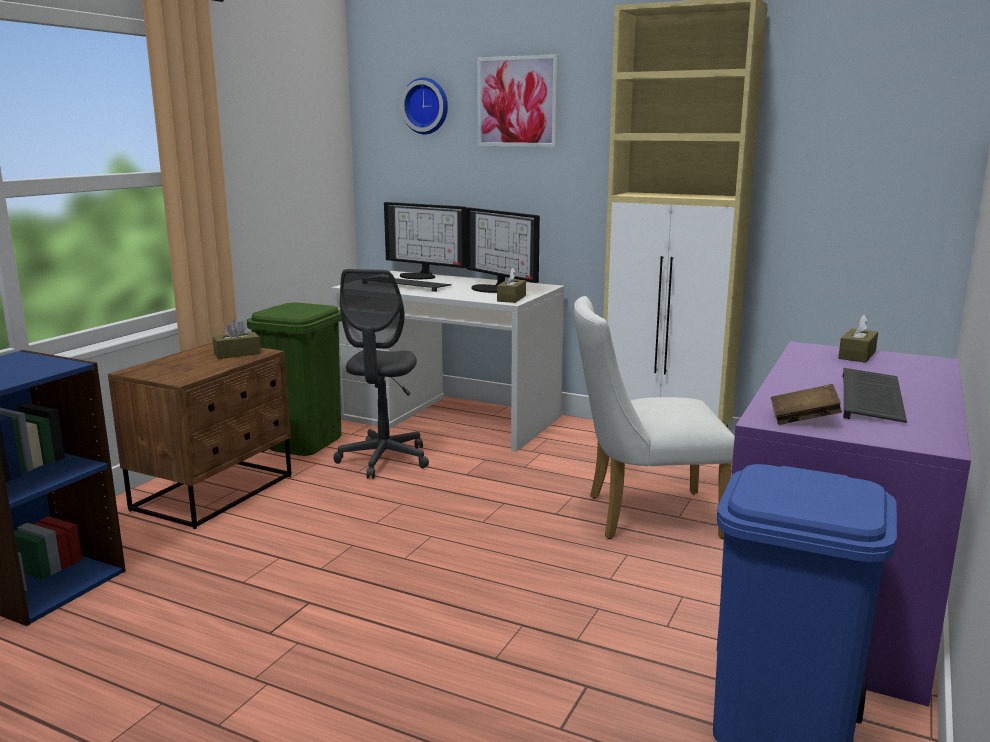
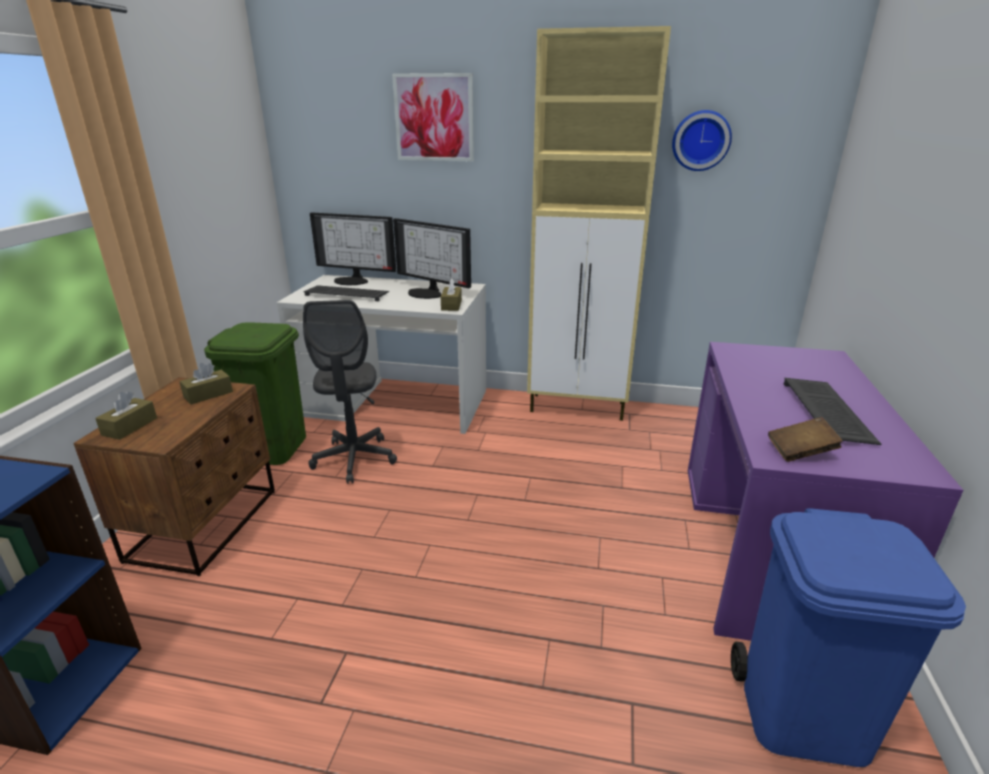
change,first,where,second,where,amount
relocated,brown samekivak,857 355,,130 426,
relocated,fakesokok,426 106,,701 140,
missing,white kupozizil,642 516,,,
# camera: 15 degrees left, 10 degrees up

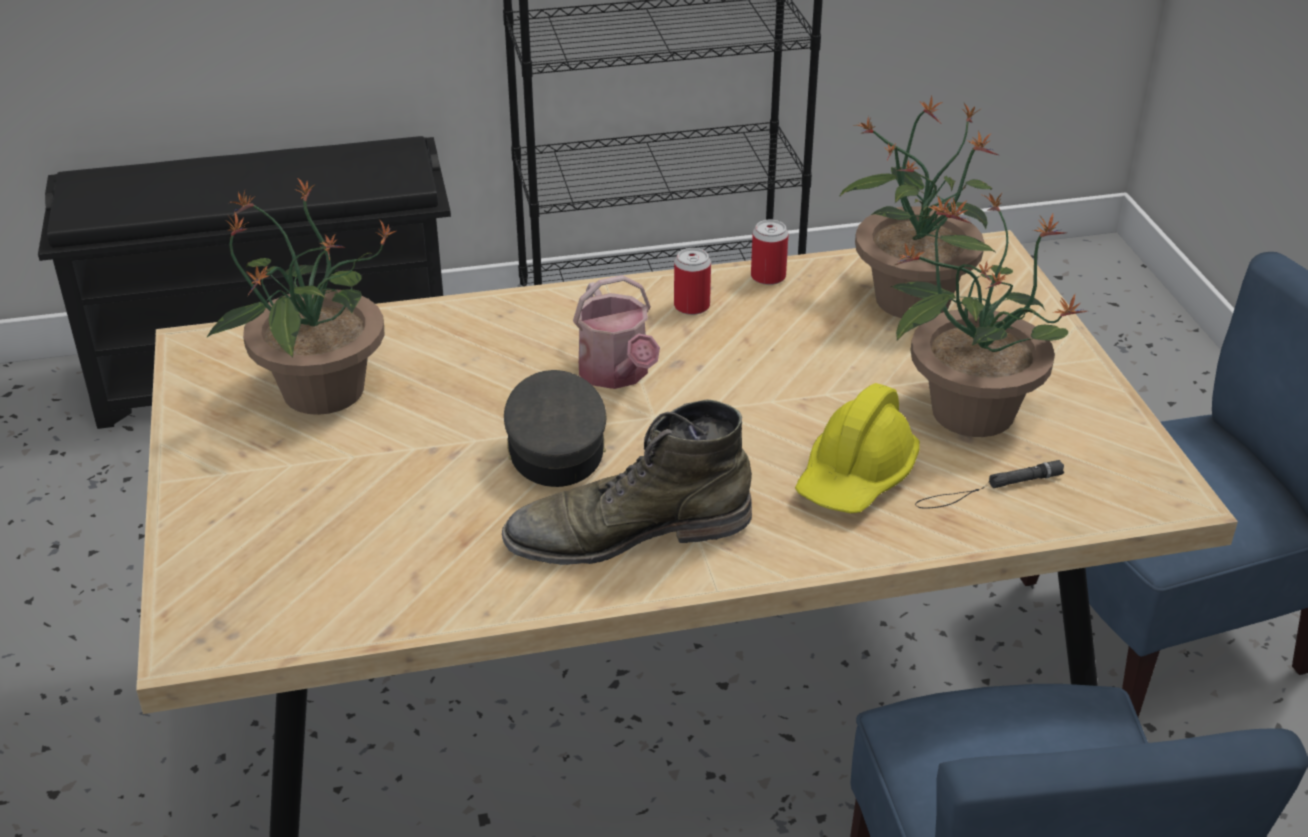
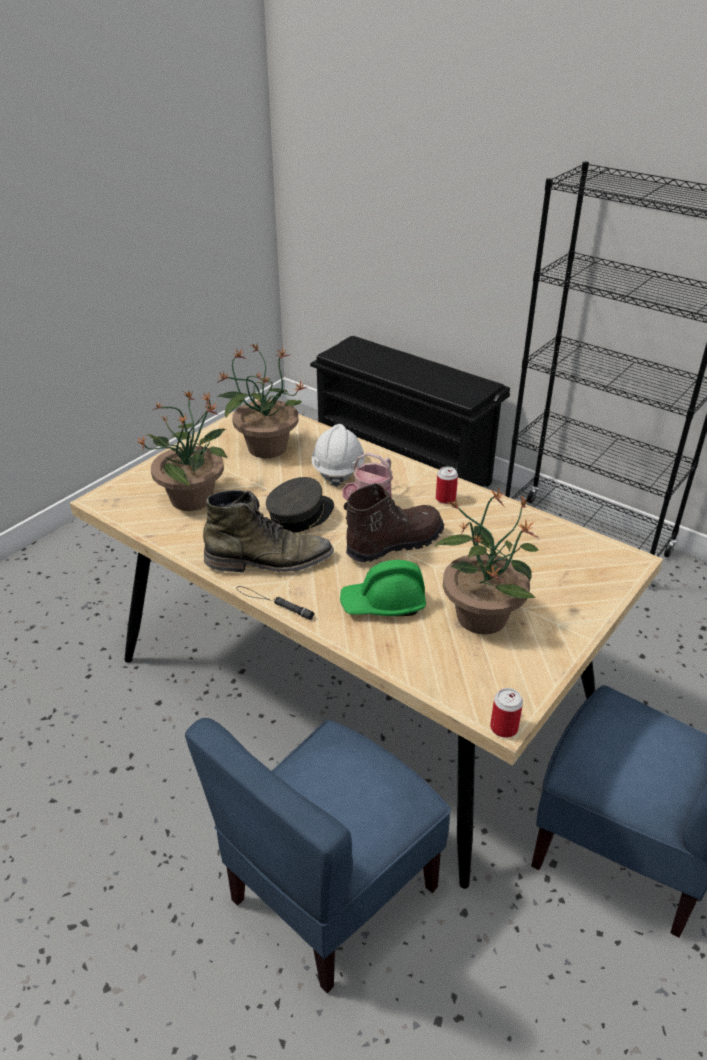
change,first,where,second,where,amount
relocated,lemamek,912 298,,193 498,
spun,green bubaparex,627 531,,269 560,135 degrees clockwise
relocated,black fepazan,988 489,,273 603,
appeared,,,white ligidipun,338 469,
colour,yellow ligidipun,856 476,green ligidipun,383 604,
appeared,,,brown bubaparex,393 543,
relocated,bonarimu,768 277,,504 728,
# camera: 50 degrees right, 0 degrees up

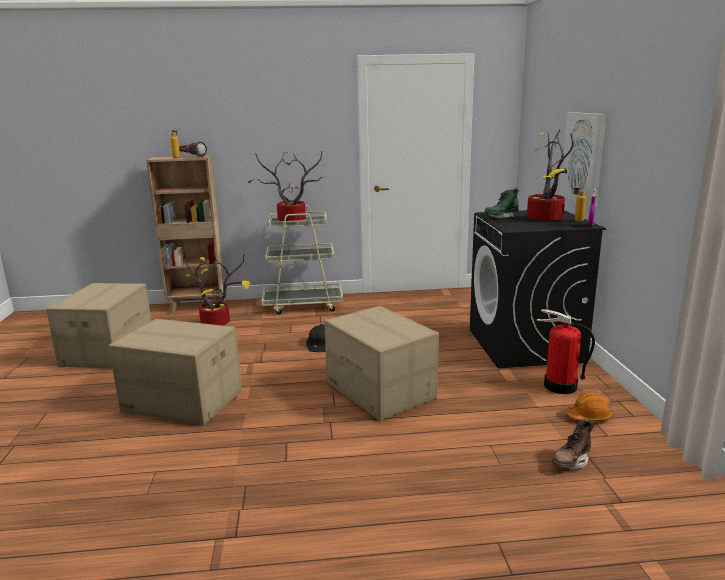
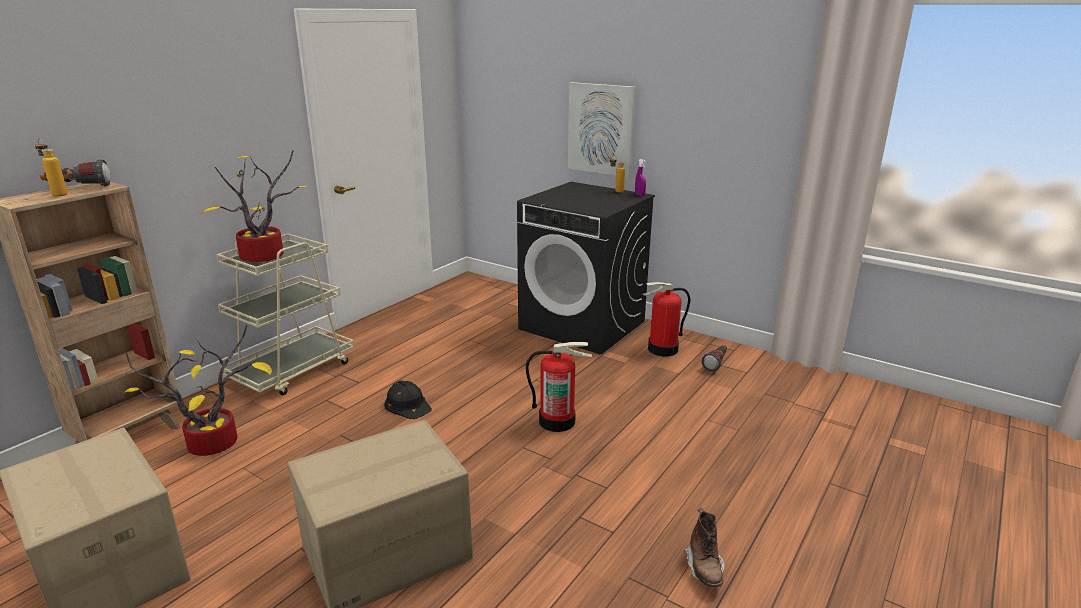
change,first,where,second,where,amount
exchanged,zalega,381 390,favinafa,557 421,
relocated,brown bubaparex,571 462,,704 568,
exchanged,orange ligidipun,589 416,fepazan,716 364,
missing,green bubaparex,501 217,,,
missing,lemamek,547 219,,,
# camera: 50 degrees left, 5 degrees up

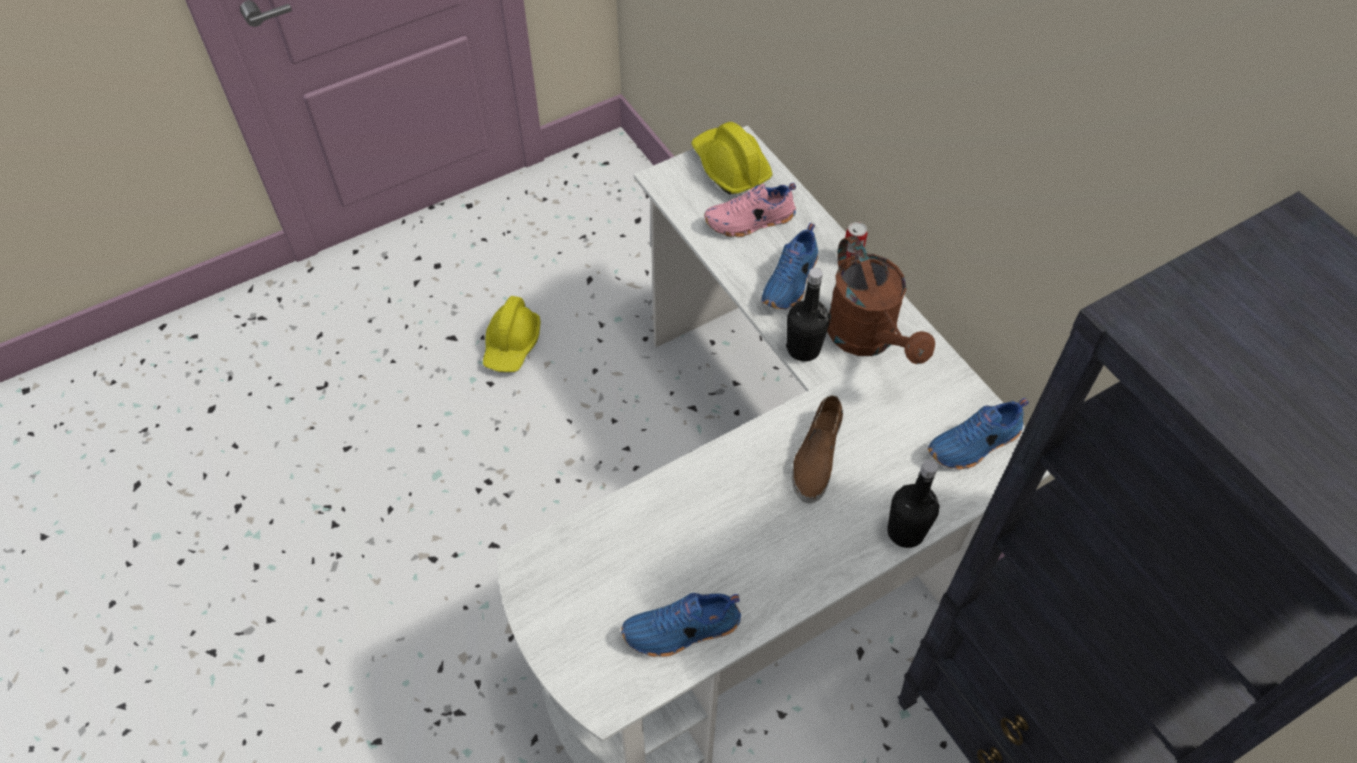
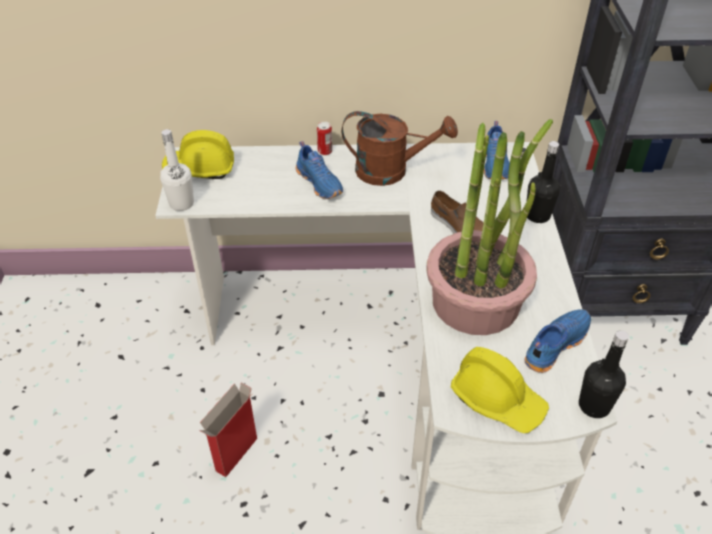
change,first,where,second,where,amount
appeared,,,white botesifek,181 203,
appeared,,,zalega,236 455,
appeared,,,lemamek,476 301,
relocated,yellow ligidipun,512 344,,497 399,
spun,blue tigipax,682 631,,554 344,150 degrees counterclockwise
relocated,black botesifek,803 349,,594 405,
missing,pink tigipax,750 222,,,
# camera: 60 degrees left, 10 degrees down

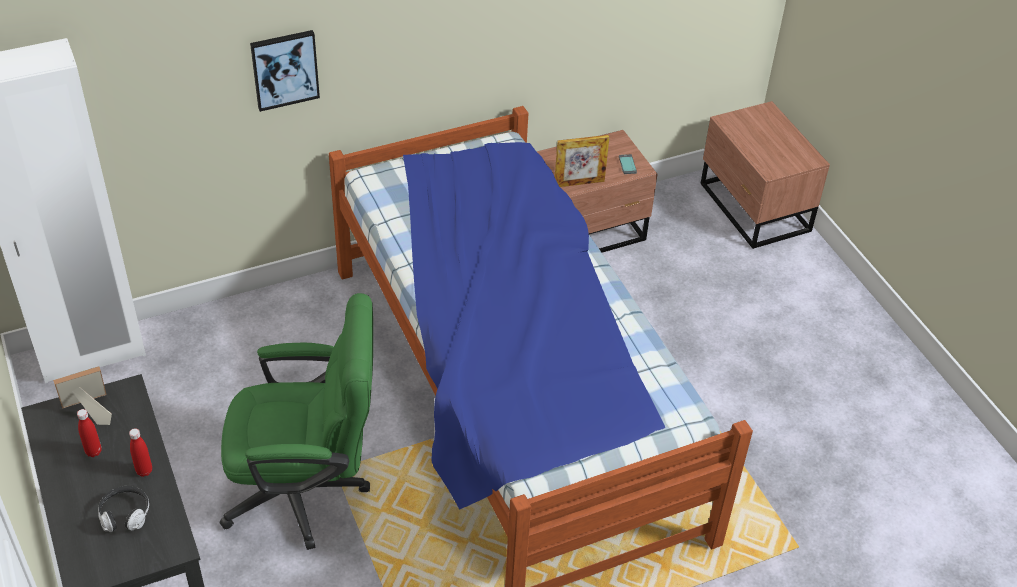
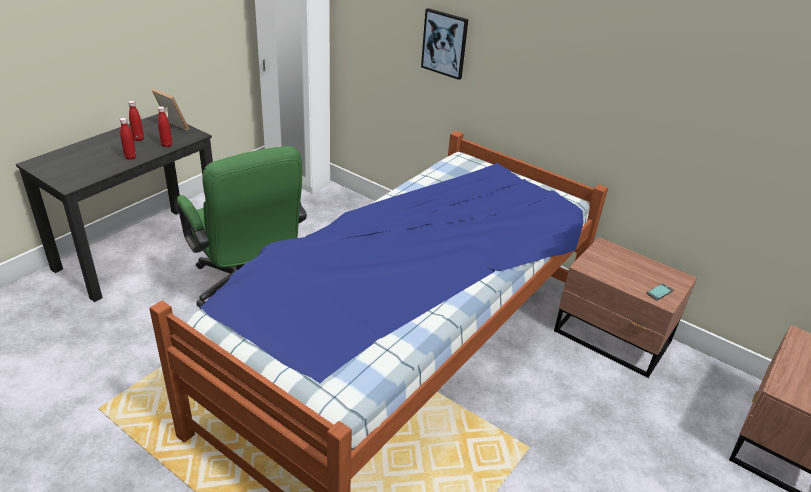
change,first,where,second,where,amount
appeared,,,red botesifek,167 145,
missing,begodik,125 514,,,
missing,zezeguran,579 183,,,
# camera: 60 degrees right, 10 degrees down

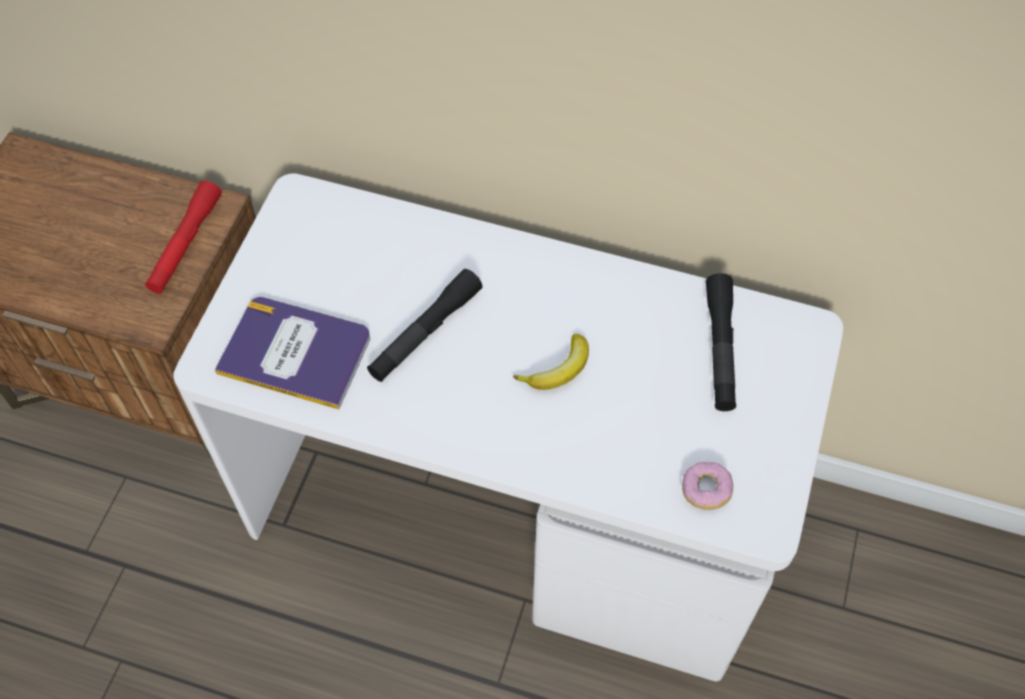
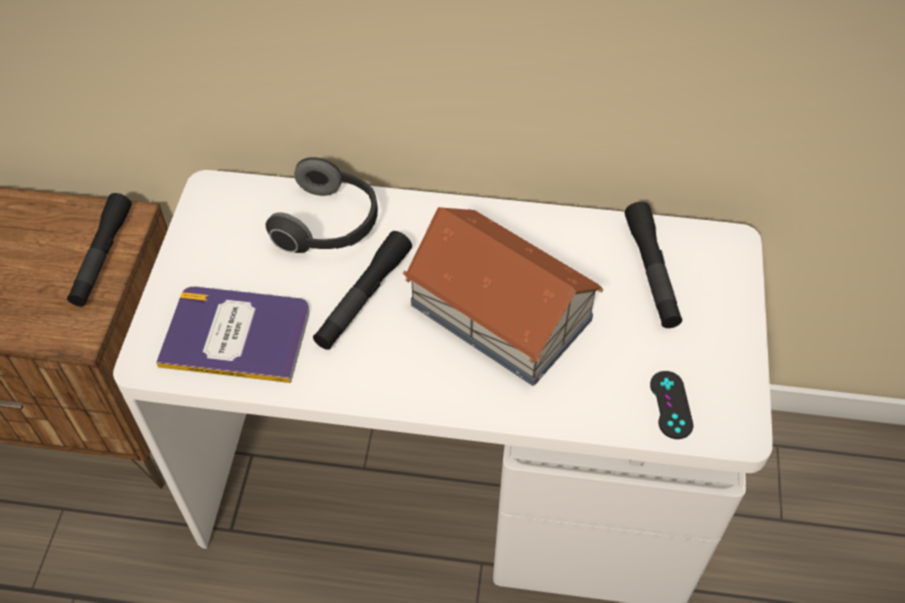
change,first,where,second,where,amount
colour,red fepazan,185 244,black fepazan,102 256,
appeared,,,begodik,329 225,
exchanged,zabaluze,558 370,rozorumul,501 313,
exchanged,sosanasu,705 490,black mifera,671 405,
# camera: 10 degrees left, 5 degrees down

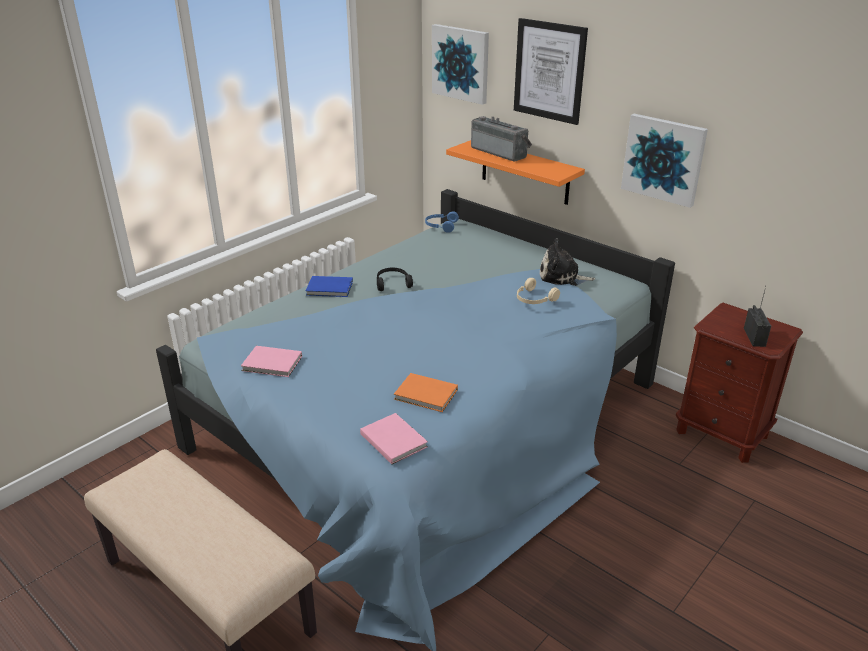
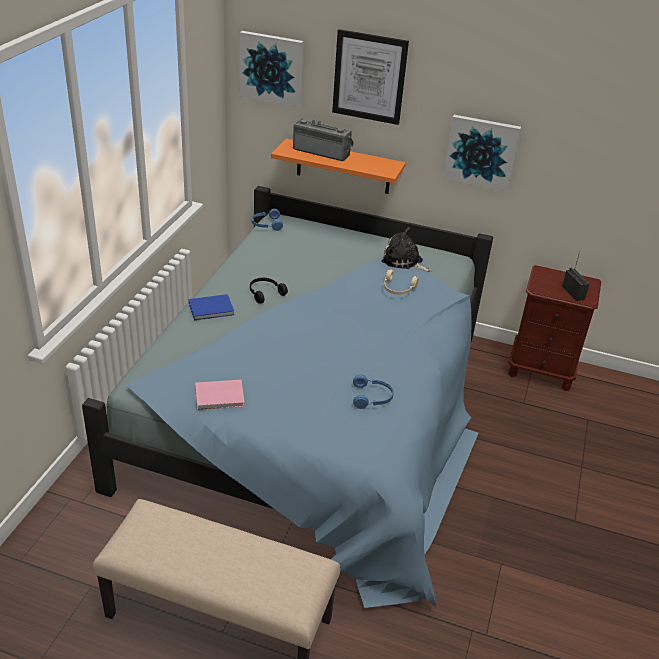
change,first,where,second,where,amount
exchanged,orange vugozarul,427 395,blue begodik,372 397,
spun,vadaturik,562 278,,404 263,45 degrees clockwise
missing,pink vugozarul,393 439,,,
# camera: 25 degrees left, 5 degrees up

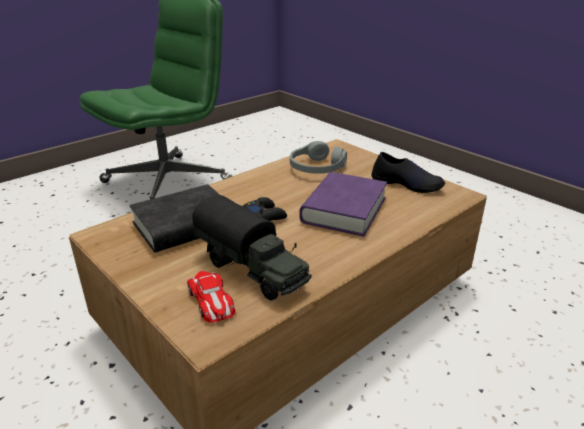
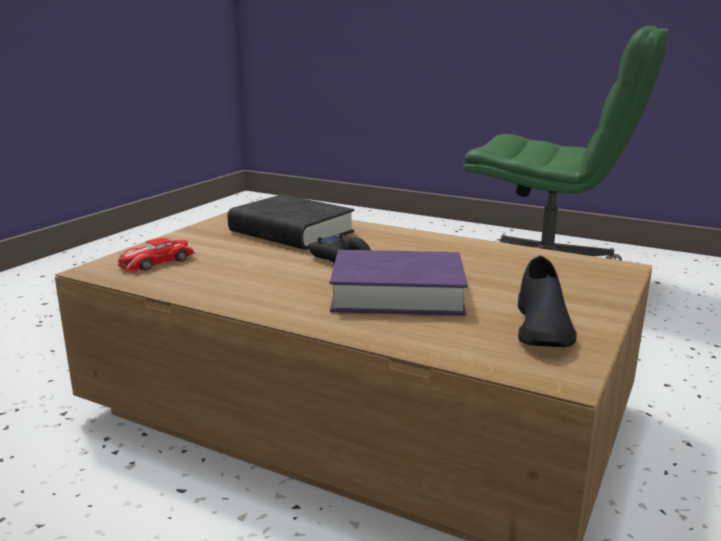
change,first,where,second,where,amount
missing,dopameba,252 269,,,
missing,grey begodik,316 168,,,
# camera: 70 degrees right, 10 degrees down

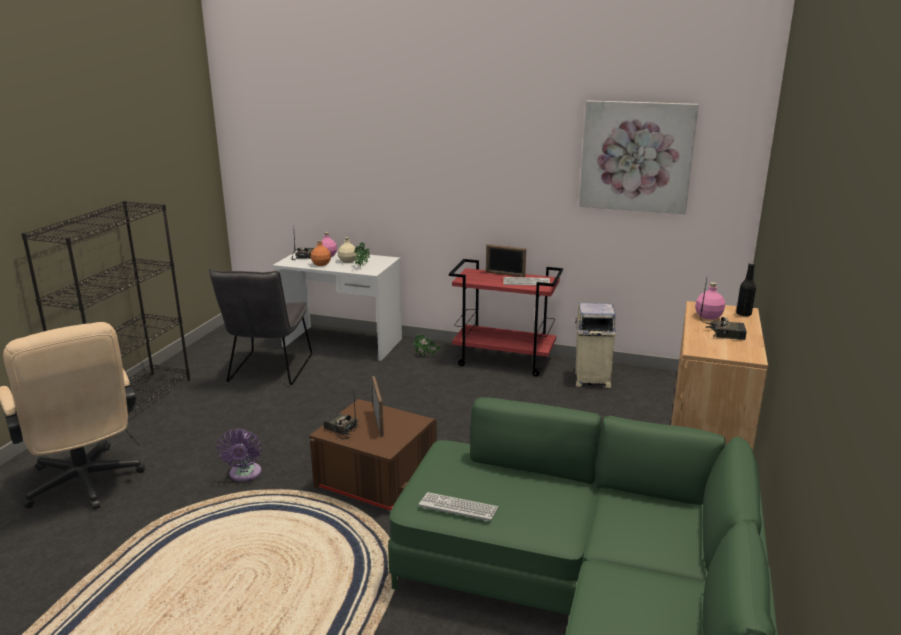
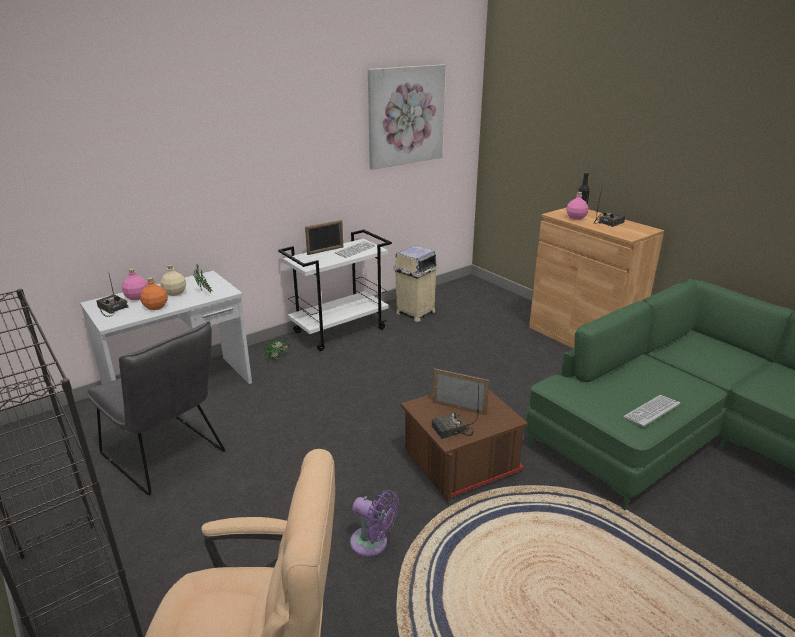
change,first,where,second,where,amount
colour,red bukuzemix,505 361,white bukuzemix,340 330,
# camera: 55 degrees left, 5 degrees up

